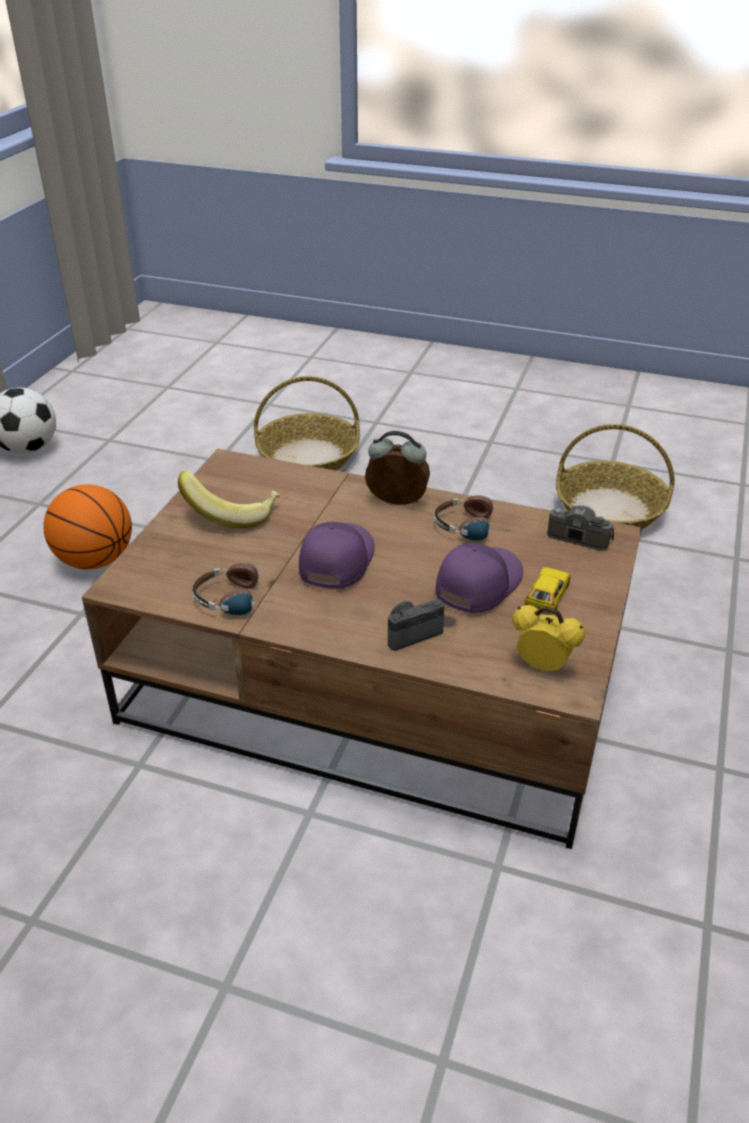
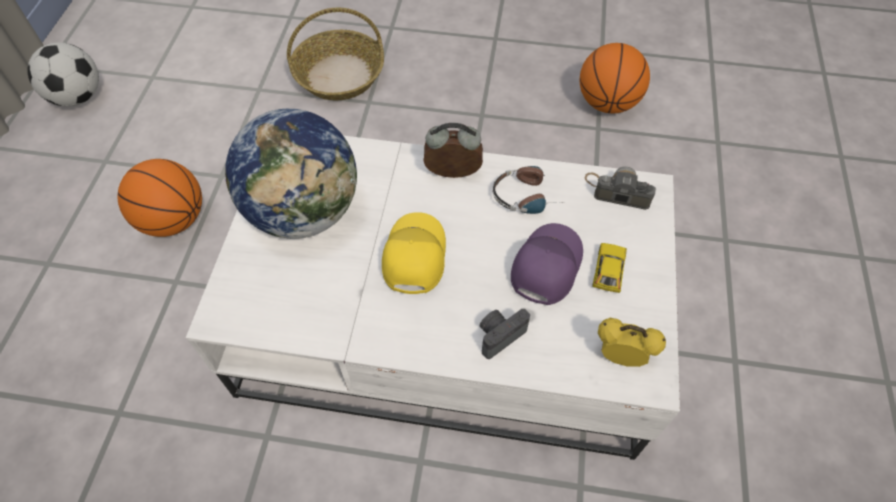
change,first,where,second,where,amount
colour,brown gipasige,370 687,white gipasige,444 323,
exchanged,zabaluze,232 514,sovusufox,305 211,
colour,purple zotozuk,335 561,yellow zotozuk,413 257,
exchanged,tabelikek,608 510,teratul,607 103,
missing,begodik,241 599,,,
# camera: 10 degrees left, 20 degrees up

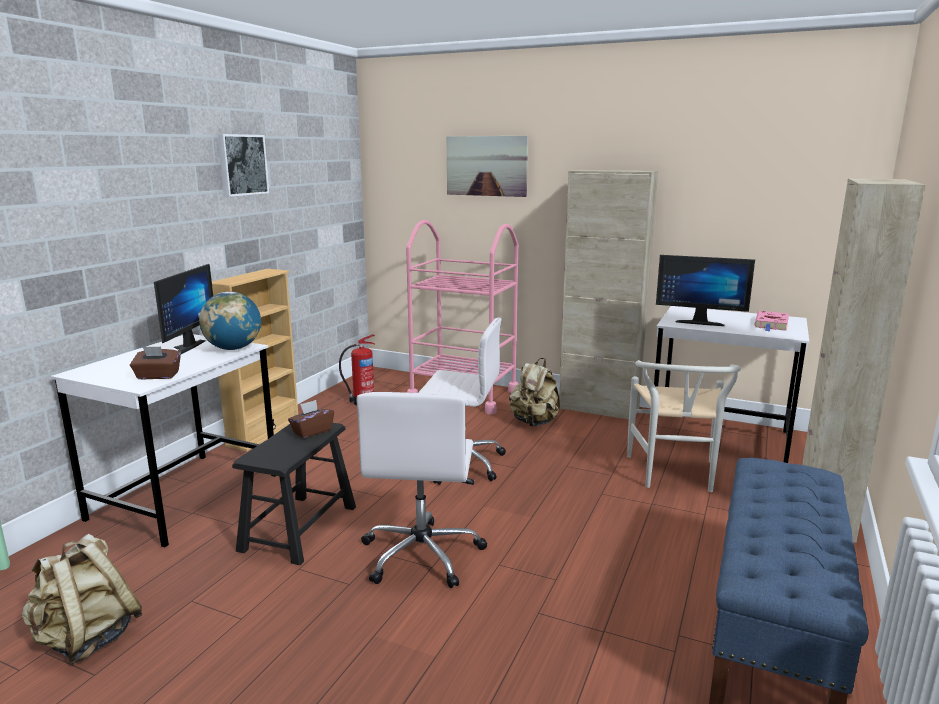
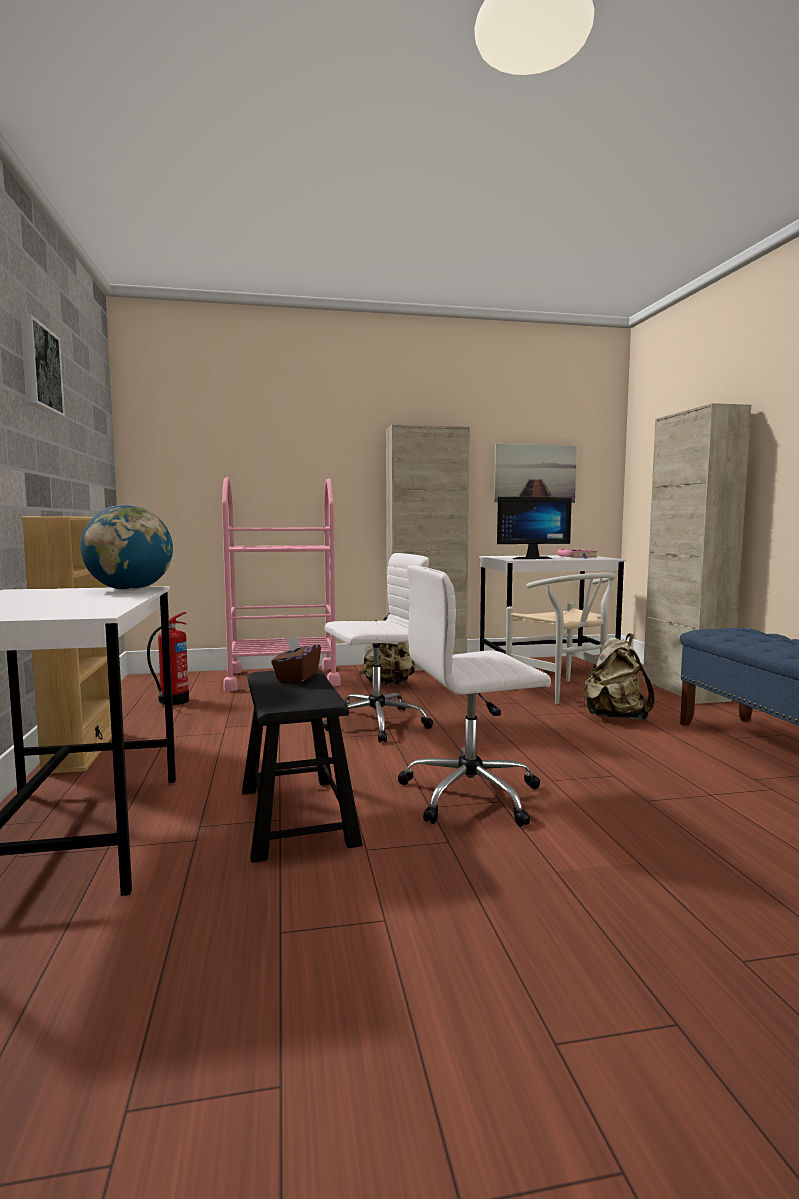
change,first,where,second,where,amount
spun,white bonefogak,422 554,,472 795,105 degrees clockwise
relocated,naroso,486 166,,535 473,
relocated,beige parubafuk,87 639,,615 717,
missing,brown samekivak,157 376,,,
missing,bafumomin,183 347,,,
# camera: 35 degrees left, 10 degrees down

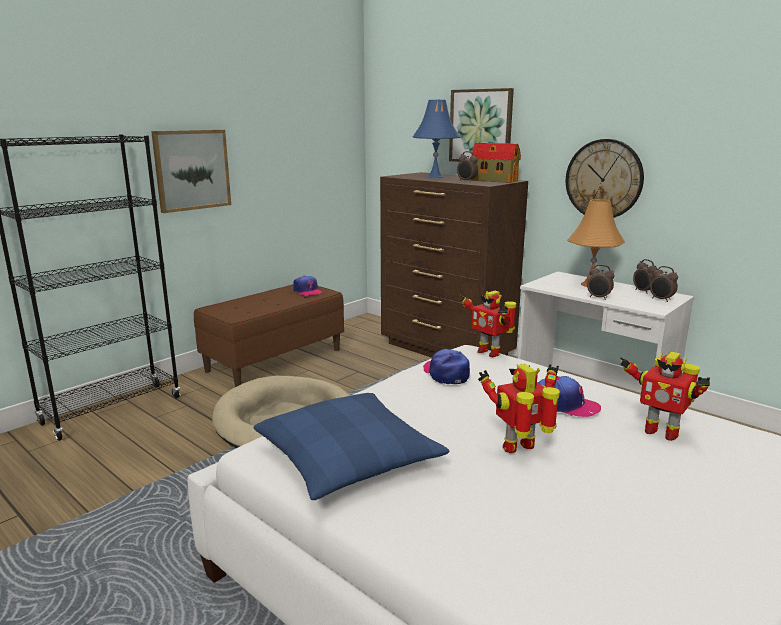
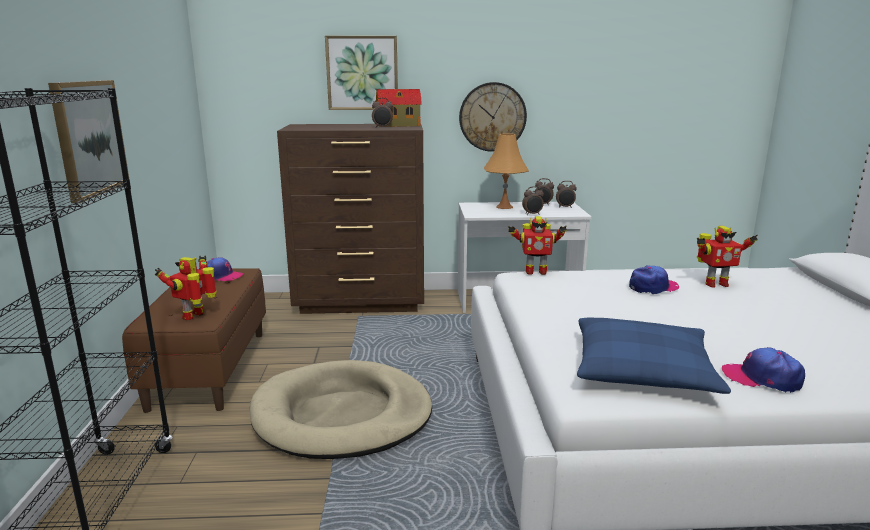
change,first,where,second,where,amount
relocated,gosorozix,521 448,,195 316,
relocated,zotozuk,446 373,,762 378,
missing,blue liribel,435 177,,,
# camera: 45 degrees left, 0 degrees up

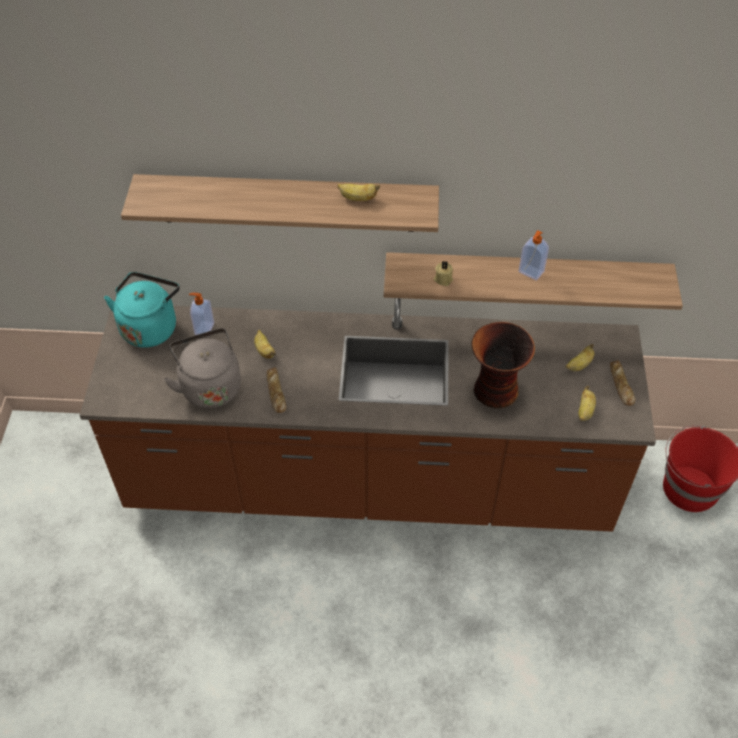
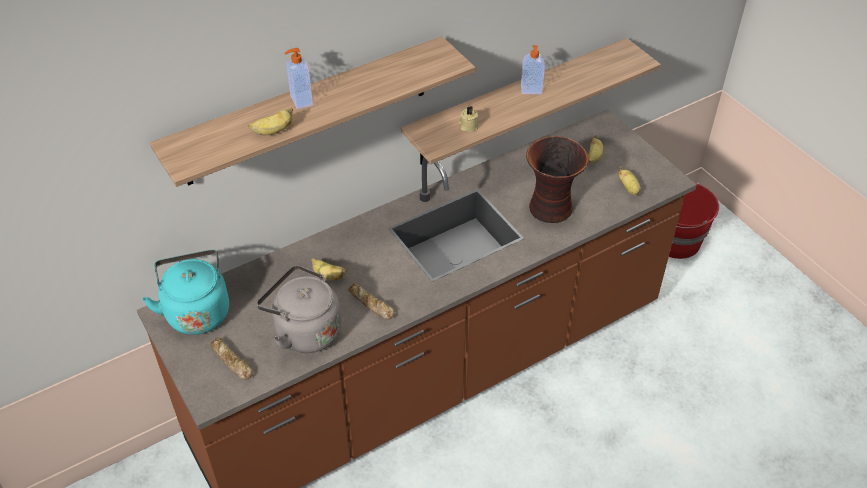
change,first,where,second,where,amount
relocated,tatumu,620 385,,231 362,
relocated,zabaluze,357 198,,273 131,
relocated,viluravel,203 328,,300 101,
# camera: 35 degrees left, 5 degrees down

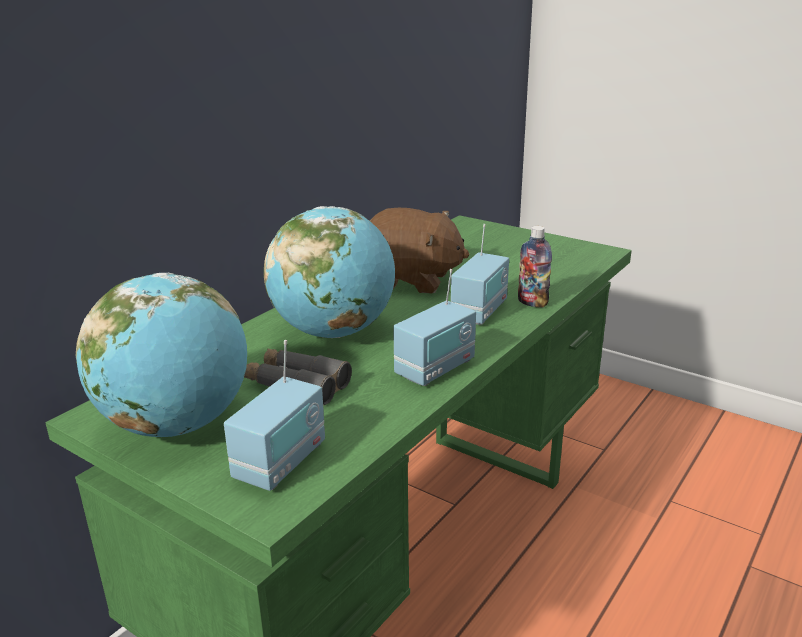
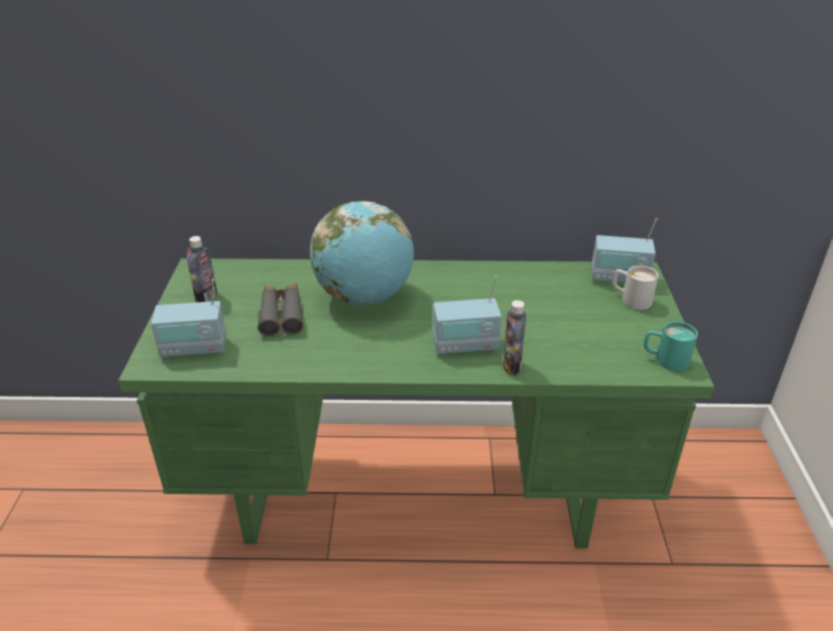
change,first,where,second,where,amount
exchanged,sovusufox,177 425,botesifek,206 297,
relocated,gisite,435 369,,619 278,
appeared,,,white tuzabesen,630 299,
appeared,,,turquoise tuzabesen,664 359,
missing,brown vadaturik,411 280,,,
# camera: 55 degrees right, 10 degrees up

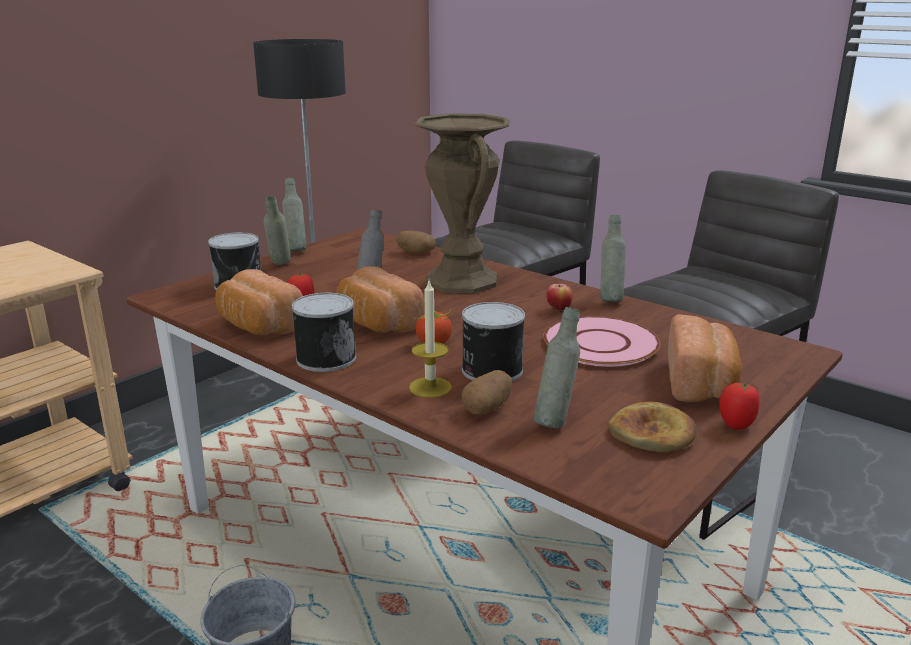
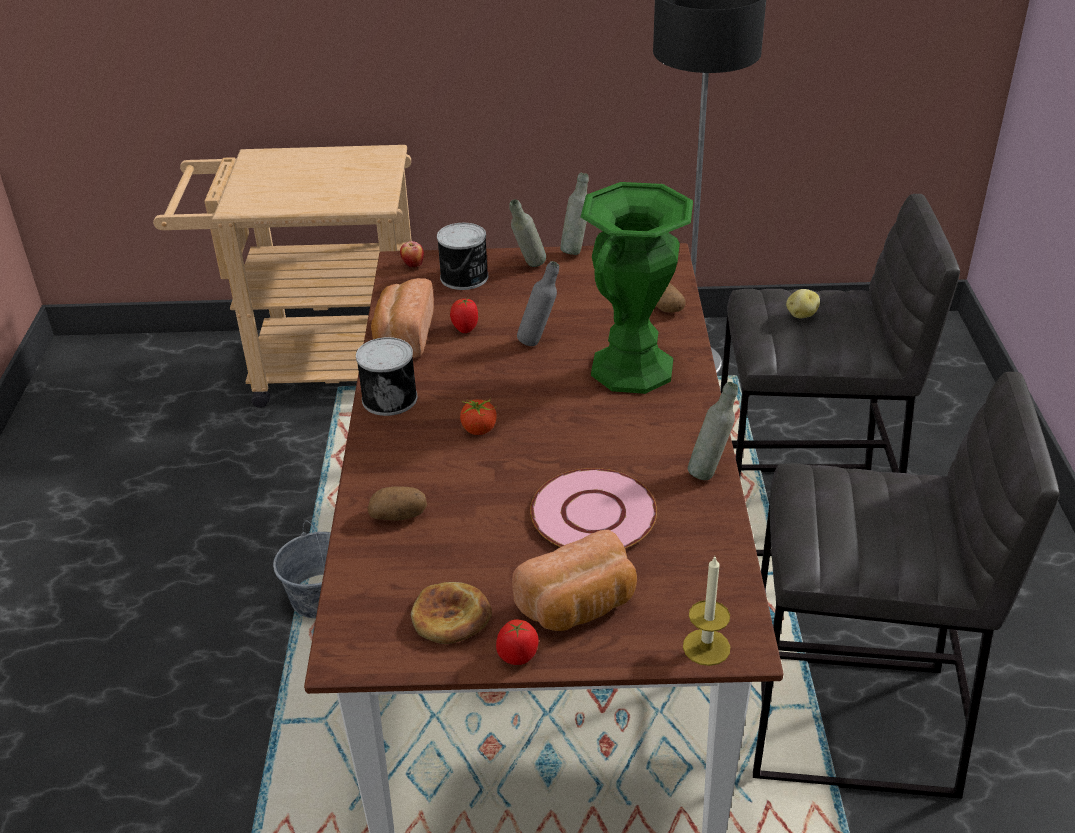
change,first,where,second,where,amount
relocated,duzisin,558 310,,413 265,
colour,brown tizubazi,462 281,green tizubazi,632 369,
relocated,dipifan,430 387,,706 647,
appeared,,,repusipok,801 315,
missing,tatumu,376 323,,,
missing,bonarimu,490 370,,,
missing,grey botesifek,555 422,,,
# camera: 50 degrees right, 15 degrees up

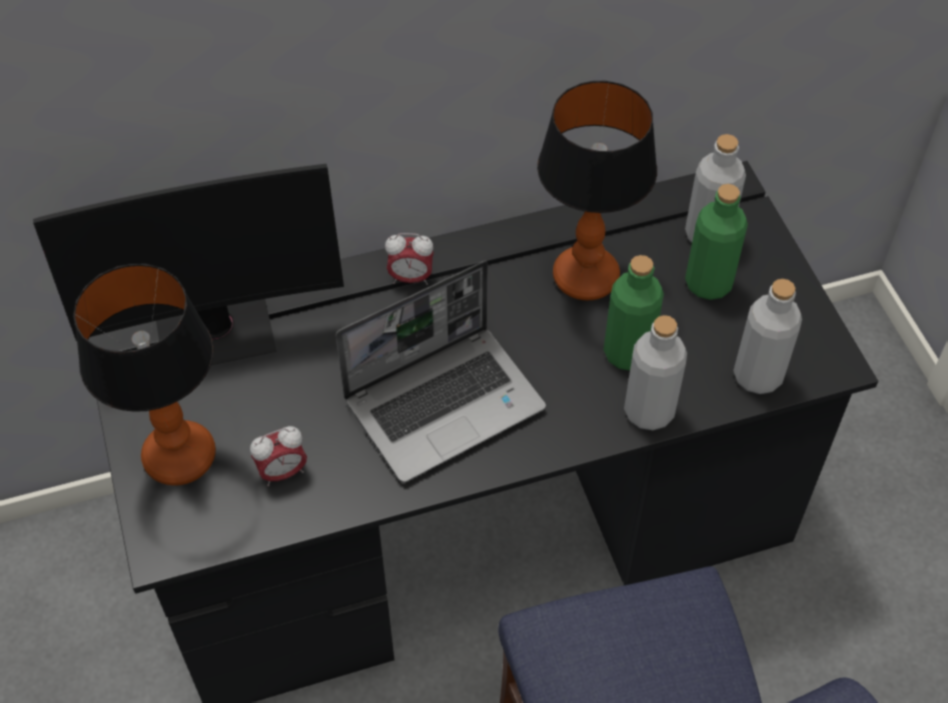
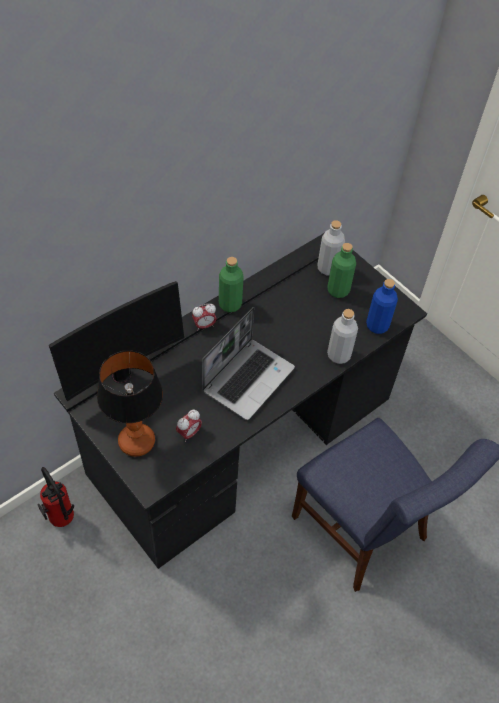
change,first,where,second,where,amount
appeared,,,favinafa,62 522,
relocated,green botesifek,628 353,,230 304,
colour,grey botesifek,757 375,blue botesifek,377 325,
missing,liribel,585 279,,,
# camera: 25 degrees left, 0 degrees up

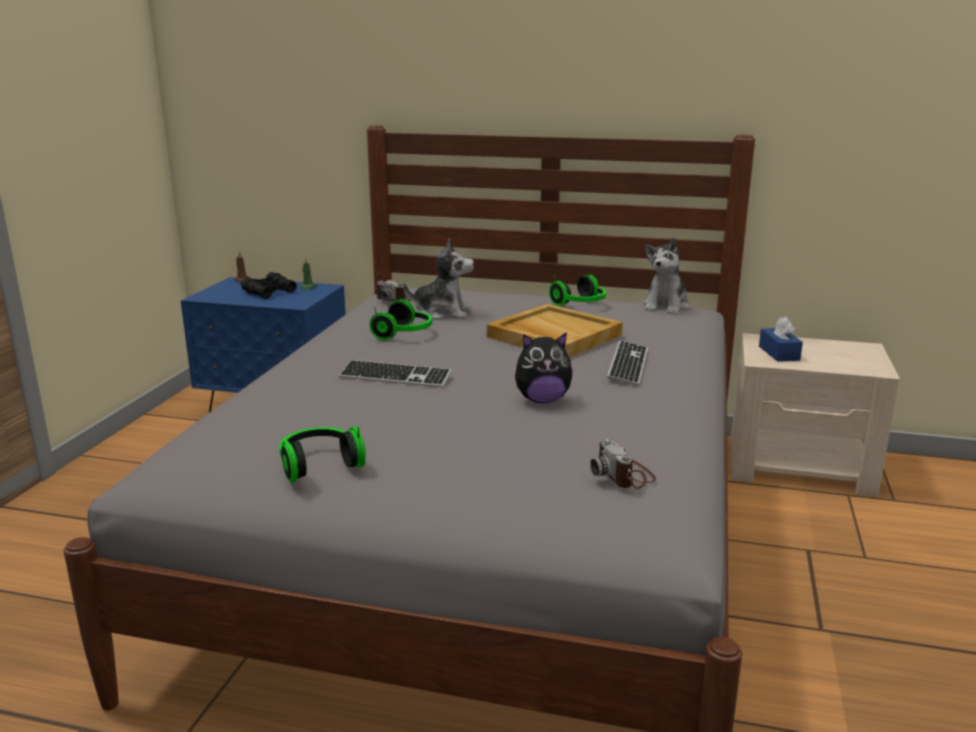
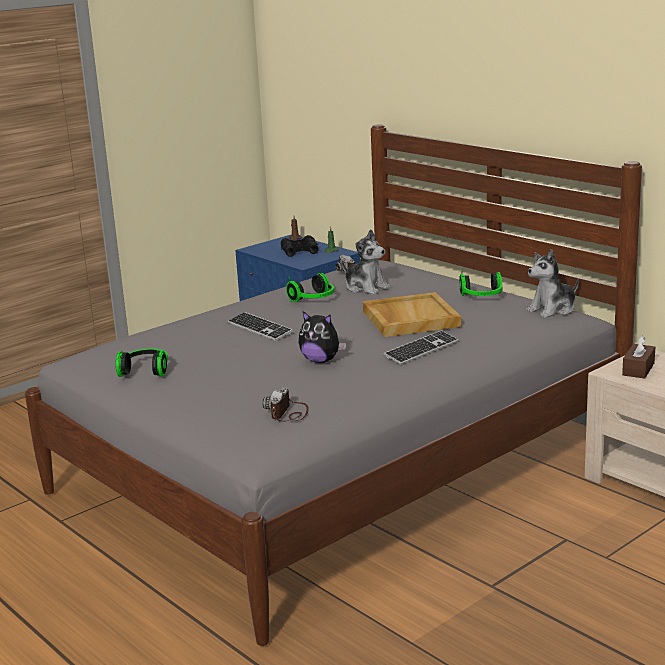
change,first,where,second,where,amount
colour,blue samekivak,779 353,brown samekivak,638 369,
# camera: 35 degrees right, 0 degrees up

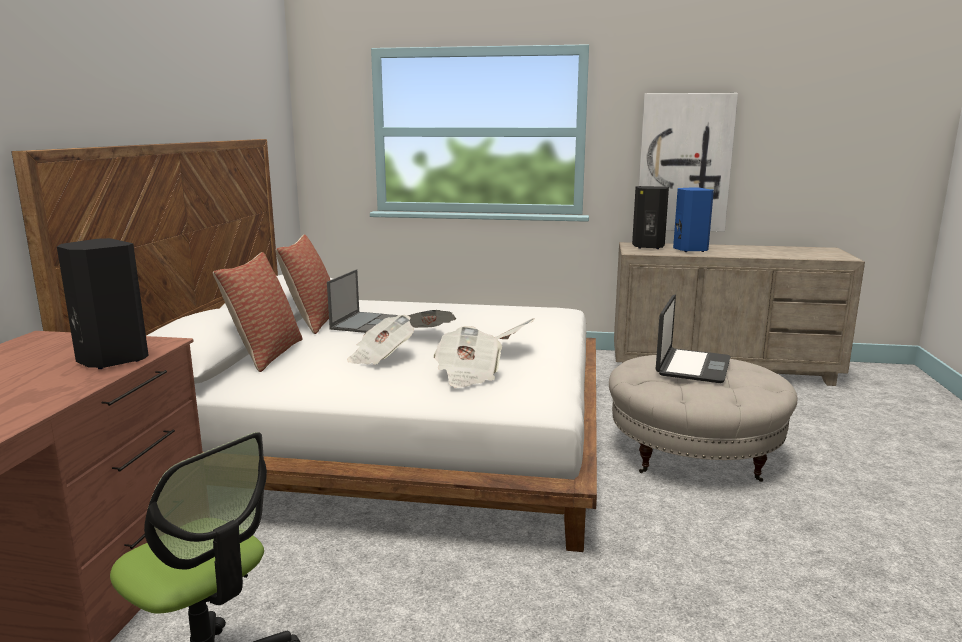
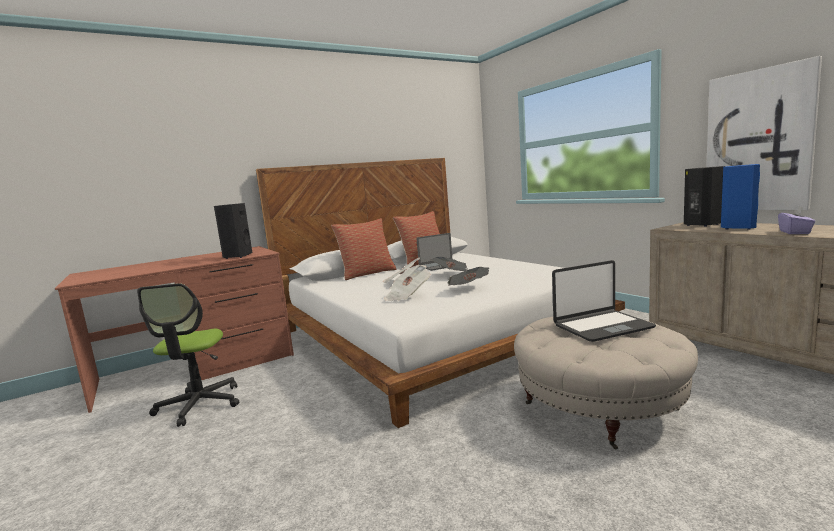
change,first,where,second,where,amount
appeared,,,purple samekivak,795 232,
# camera: 50 degrees right, 5 degrees down

